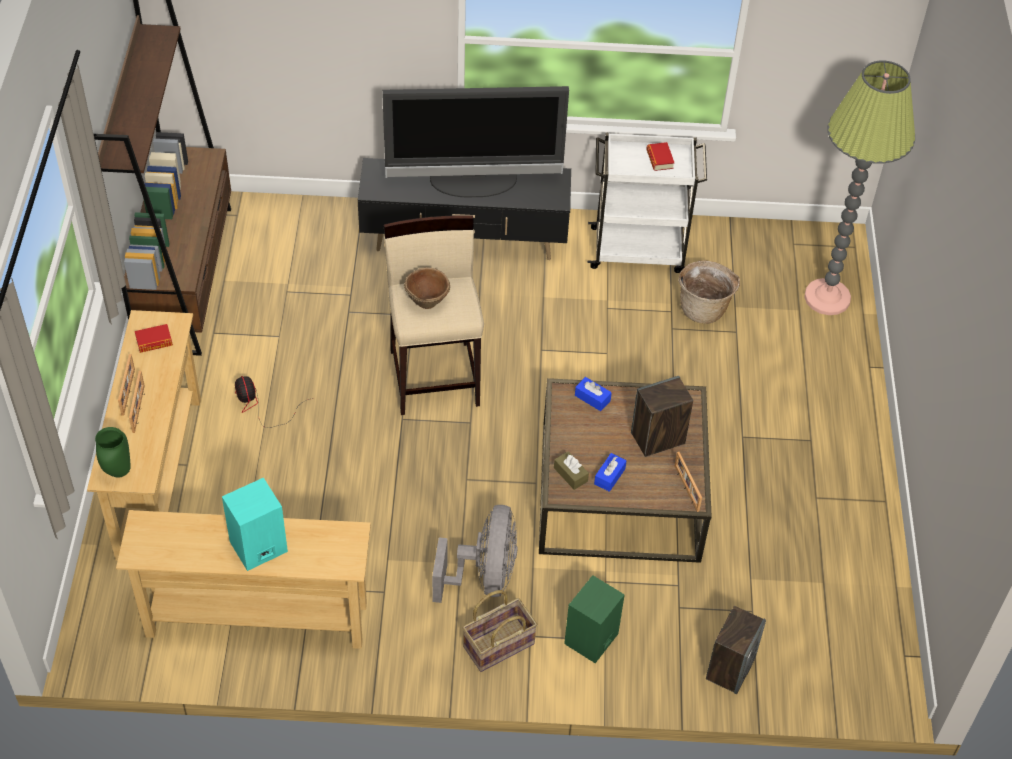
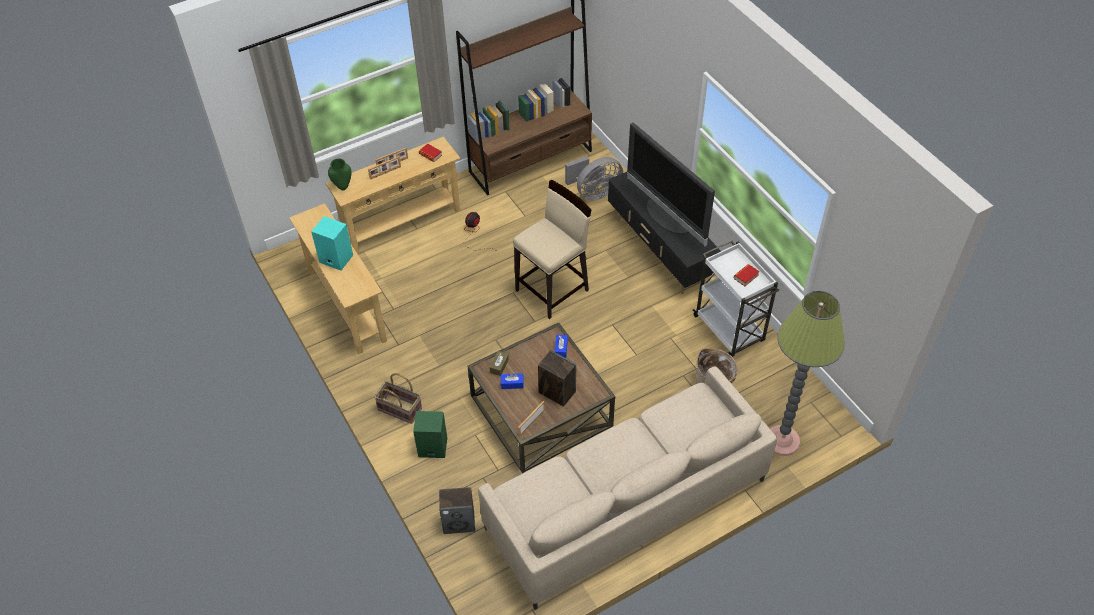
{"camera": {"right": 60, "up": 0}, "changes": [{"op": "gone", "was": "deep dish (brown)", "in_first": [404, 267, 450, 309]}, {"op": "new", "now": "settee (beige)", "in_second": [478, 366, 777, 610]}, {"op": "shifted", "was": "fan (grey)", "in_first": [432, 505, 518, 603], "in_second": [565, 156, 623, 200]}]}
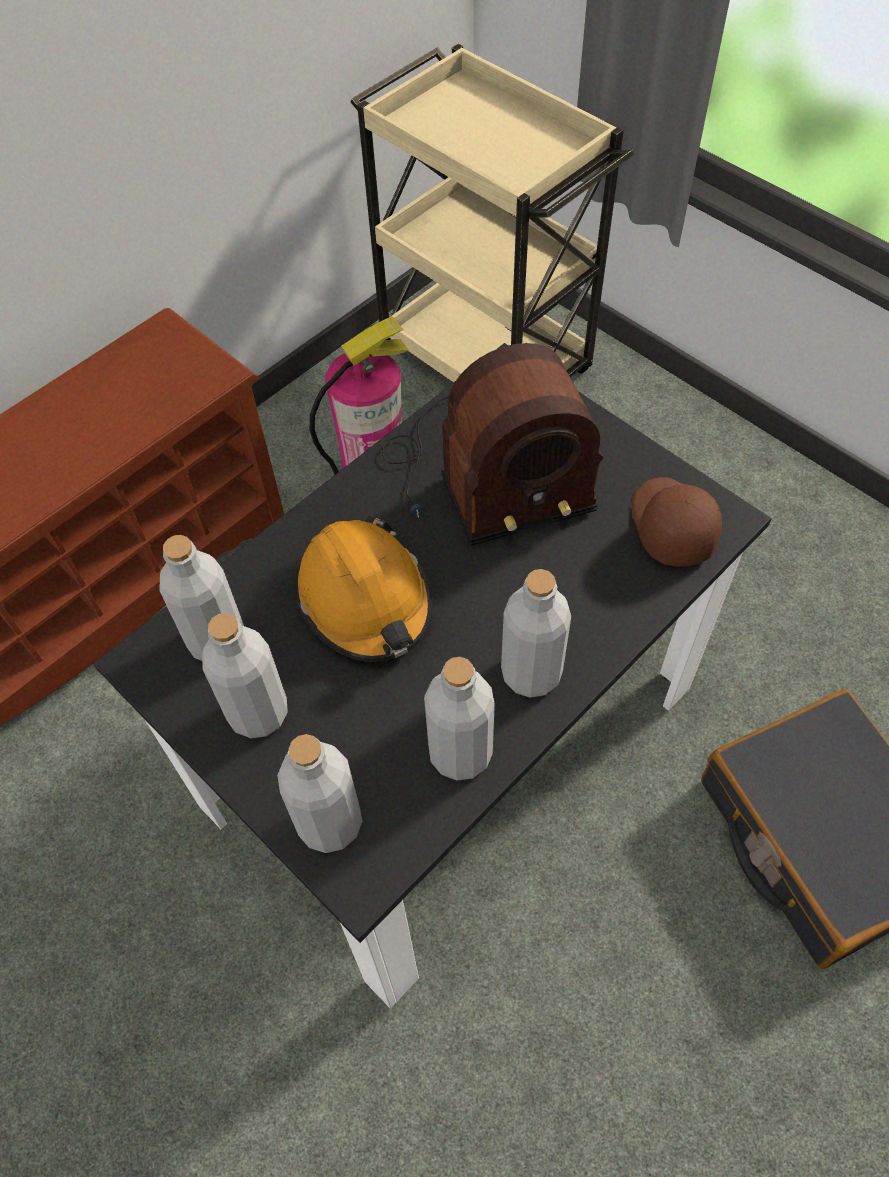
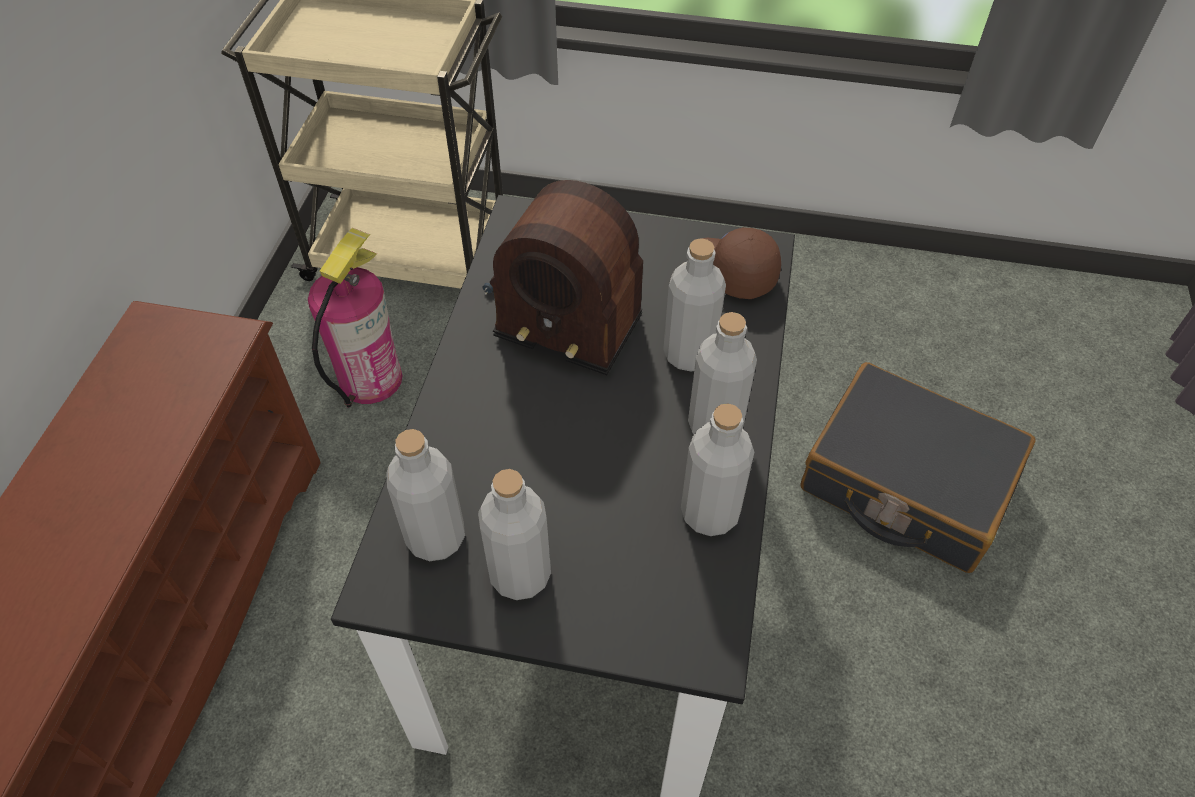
{"camera": {"right": -35, "up": -5}, "changes": [{"op": "gone", "was": "hard hat (orangey)", "in_first": [298, 516, 432, 662]}, {"op": "shifted", "was": "drink bottle (grey)", "in_first": [277, 734, 362, 853], "in_second": [663, 238, 726, 372]}, {"op": "rotated", "was": "radio receiver", "in_first": [382, 343, 603, 546], "in_second": [482, 180, 643, 375], "clockwise": 75}]}
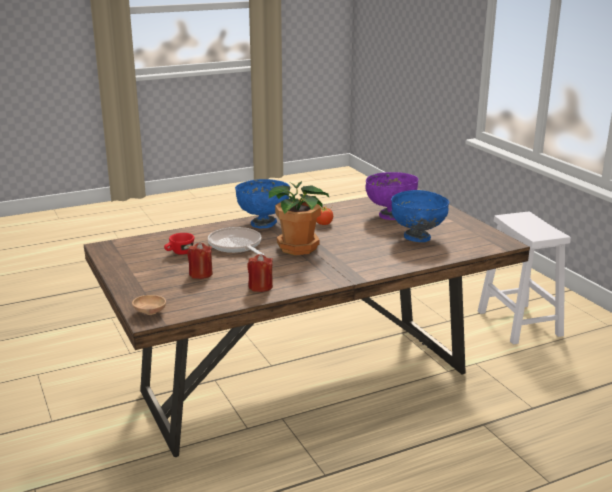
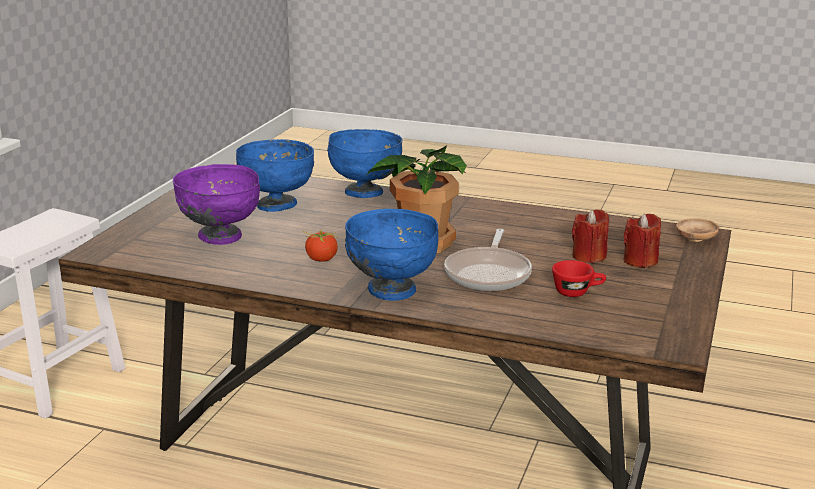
{"camera": {"right": -135, "up": 0}, "changes": [{"op": "new", "now": "deep dish (bluish)", "in_second": [327, 129, 403, 198]}, {"op": "shifted", "was": "candle (reddish)", "in_first": [247, 254, 273, 292], "in_second": [624, 214, 661, 268]}]}
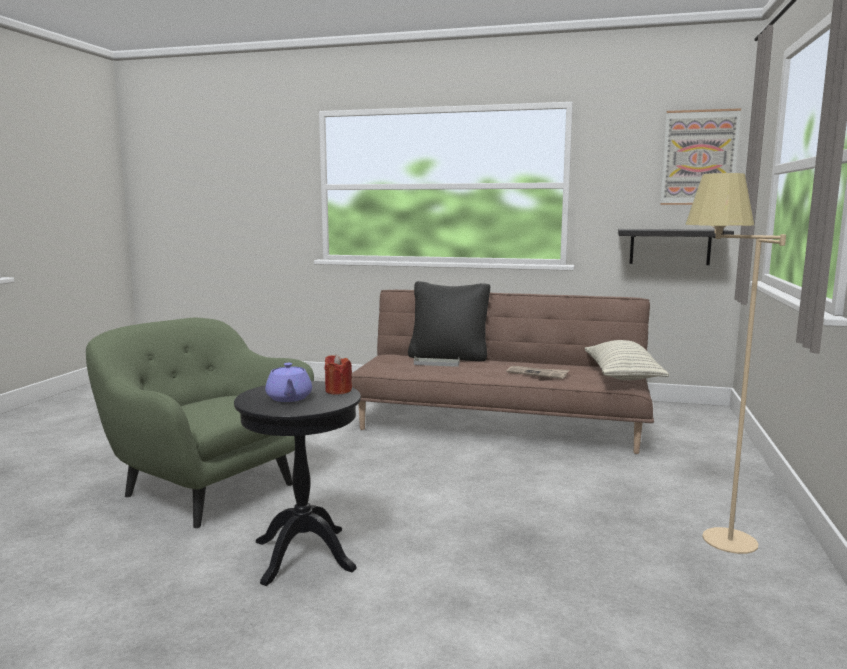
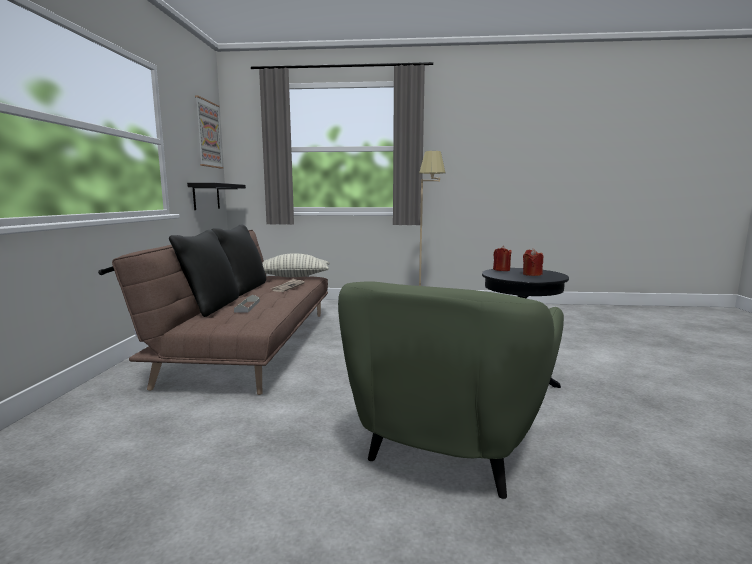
{"camera": {"right": -100, "up": 0}, "changes": [{"op": "new", "now": "throw pillow (black)", "in_second": [212, 225, 266, 296]}, {"op": "swapped", "was": "tea pot (purple-coloured)", "now": "candle (reddish)", "in_first": [265, 363, 312, 402], "in_second": [523, 249, 543, 276]}]}
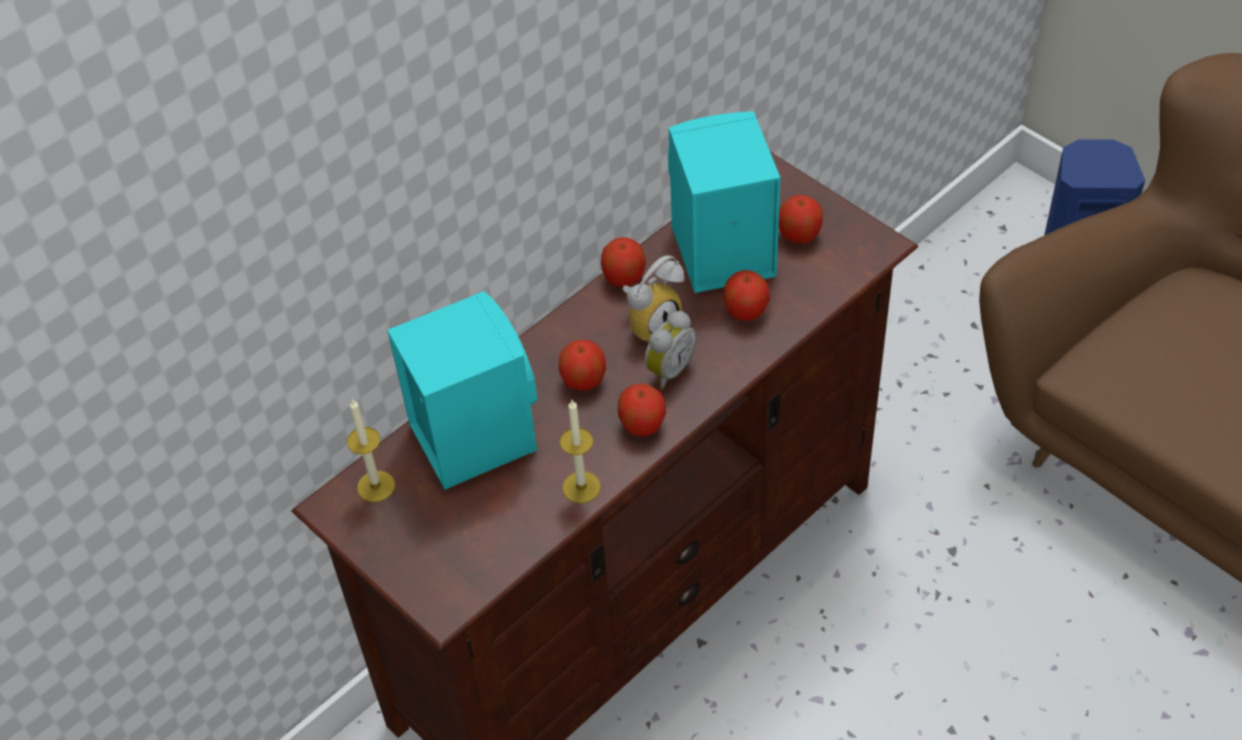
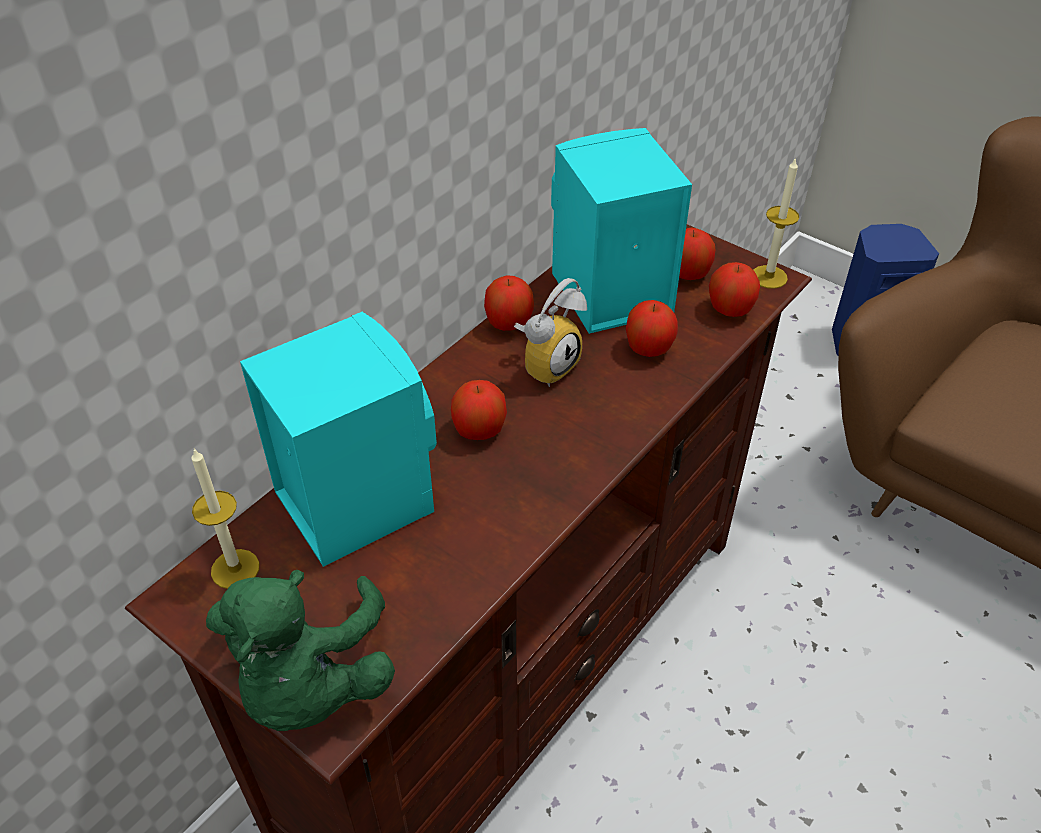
{"camera": {"right": -10, "up": -5}, "changes": [{"op": "gone", "was": "alarm clock", "in_first": [644, 311, 697, 389]}, {"op": "new", "now": "cuddly toy (green)", "in_second": [206, 570, 395, 731]}, {"op": "shifted", "was": "candle", "in_first": [560, 400, 601, 503], "in_second": [753, 157, 799, 289]}, {"op": "shifted", "was": "apple", "in_first": [618, 384, 666, 437], "in_second": [709, 262, 760, 317]}]}
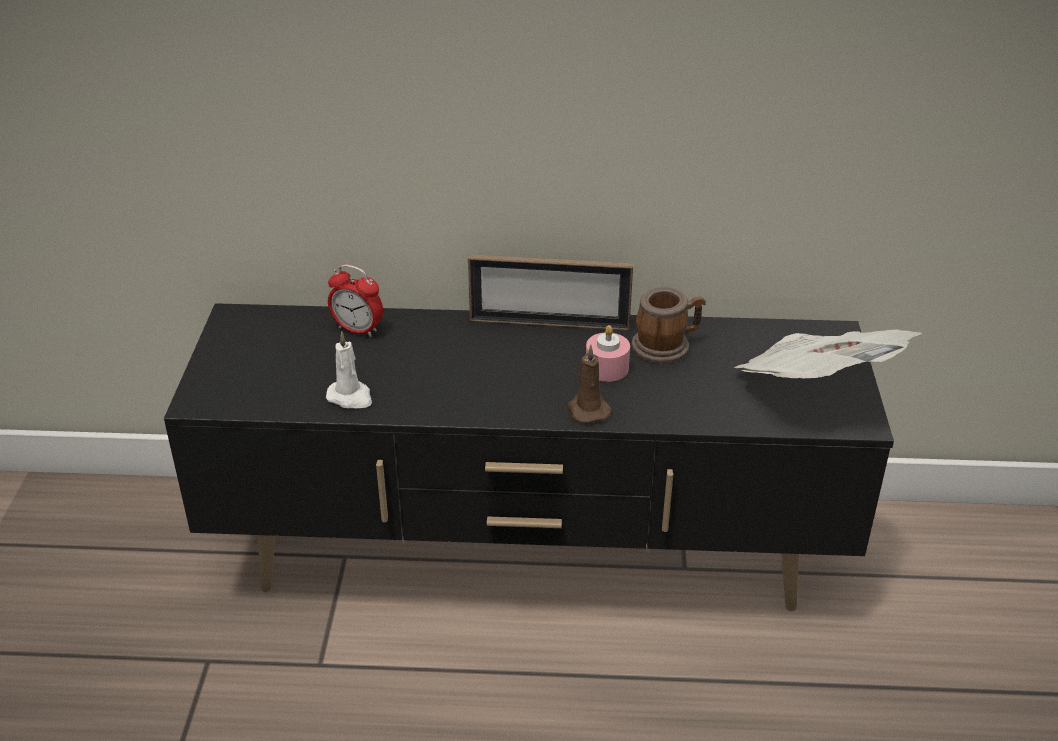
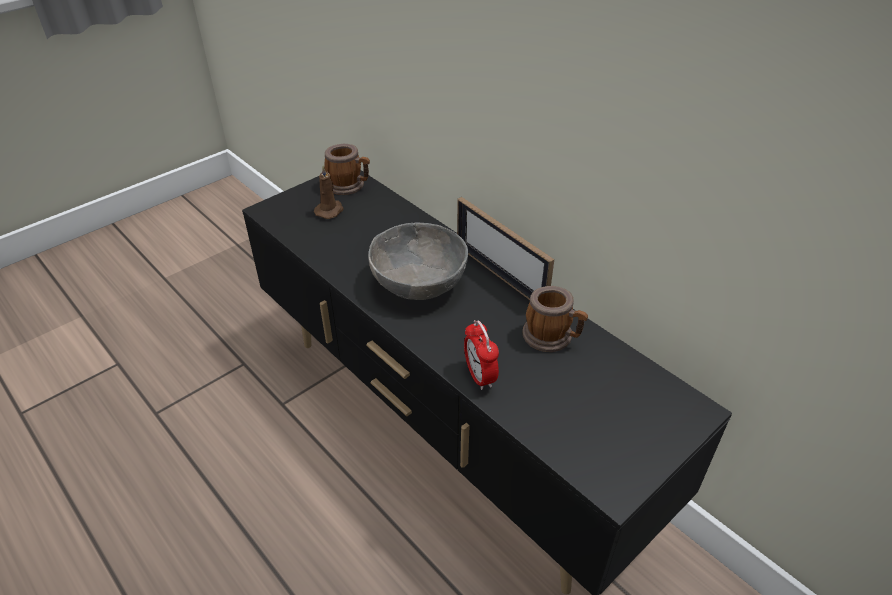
{"camera": {"right": 45, "up": 5}, "changes": [{"op": "gone", "was": "candle (white-coloured)", "in_first": [326, 331, 372, 409]}, {"op": "gone", "was": "candle (pinkish)", "in_first": [586, 325, 630, 382]}, {"op": "gone", "was": "printed paper", "in_first": [734, 329, 922, 378]}, {"op": "new", "now": "tea mug", "in_second": [324, 144, 370, 195]}, {"op": "new", "now": "deep dish (grey)", "in_second": [368, 222, 468, 300]}, {"op": "shifted", "was": "alarm clock", "in_first": [328, 264, 383, 337], "in_second": [464, 320, 499, 390]}, {"op": "shifted", "was": "candle (brown)", "in_first": [568, 345, 611, 424], "in_second": [314, 165, 344, 219]}]}
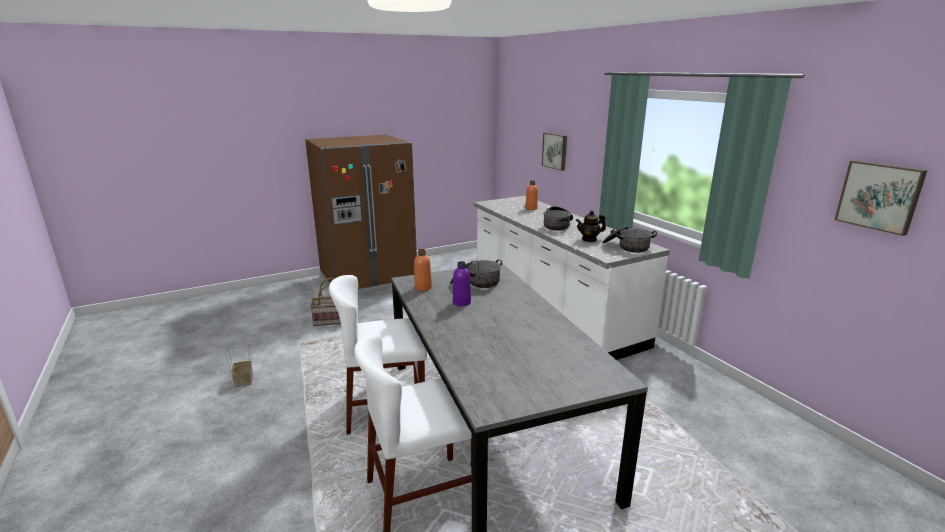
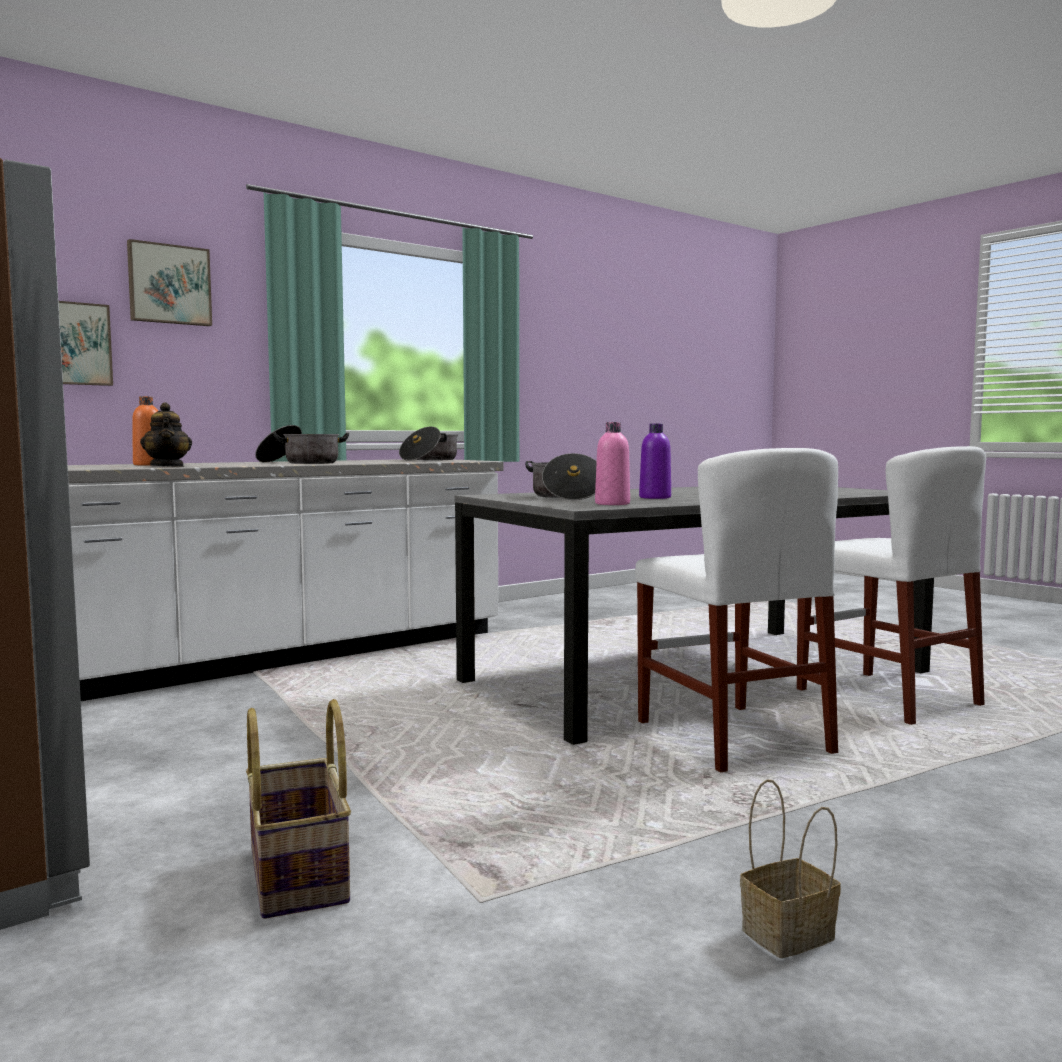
{"camera": {"right": -100, "up": -15}, "changes": [{"op": "shifted", "was": "tea pot", "in_first": [576, 210, 606, 242], "in_second": [140, 402, 192, 467]}, {"op": "shifted", "was": "picture", "in_first": [834, 160, 927, 236], "in_second": [127, 239, 212, 326]}, {"op": "repainted", "was": "drink bottle (orangey)", "now": "drink bottle (pinkish)", "in_first": [414, 249, 432, 291], "in_second": [595, 422, 630, 505]}]}
